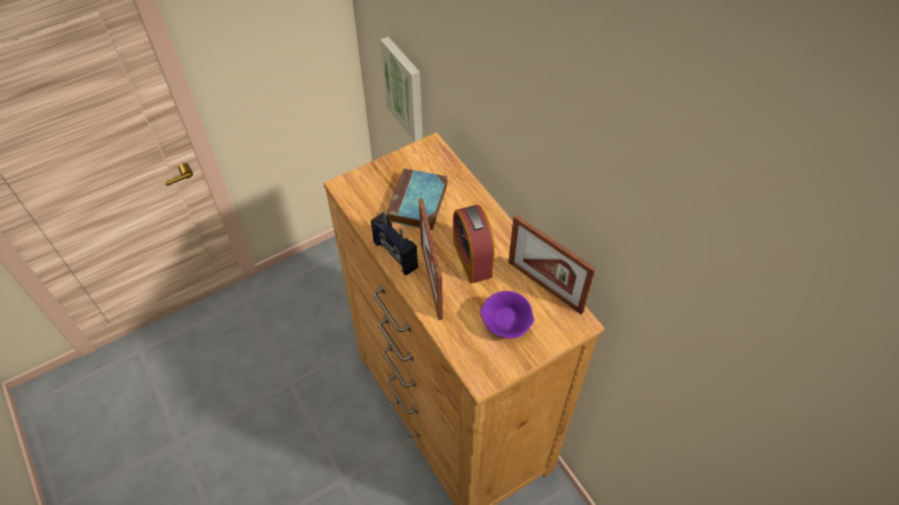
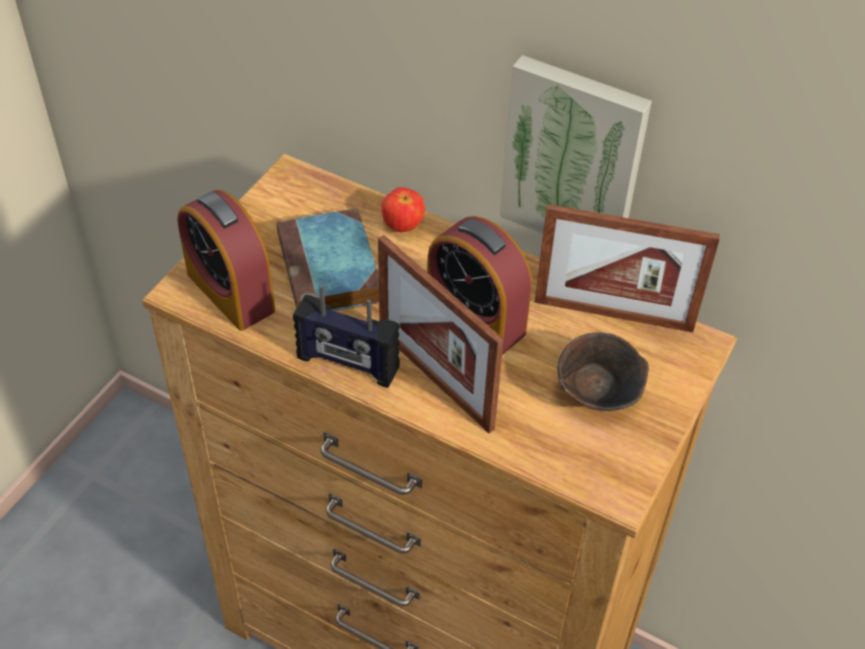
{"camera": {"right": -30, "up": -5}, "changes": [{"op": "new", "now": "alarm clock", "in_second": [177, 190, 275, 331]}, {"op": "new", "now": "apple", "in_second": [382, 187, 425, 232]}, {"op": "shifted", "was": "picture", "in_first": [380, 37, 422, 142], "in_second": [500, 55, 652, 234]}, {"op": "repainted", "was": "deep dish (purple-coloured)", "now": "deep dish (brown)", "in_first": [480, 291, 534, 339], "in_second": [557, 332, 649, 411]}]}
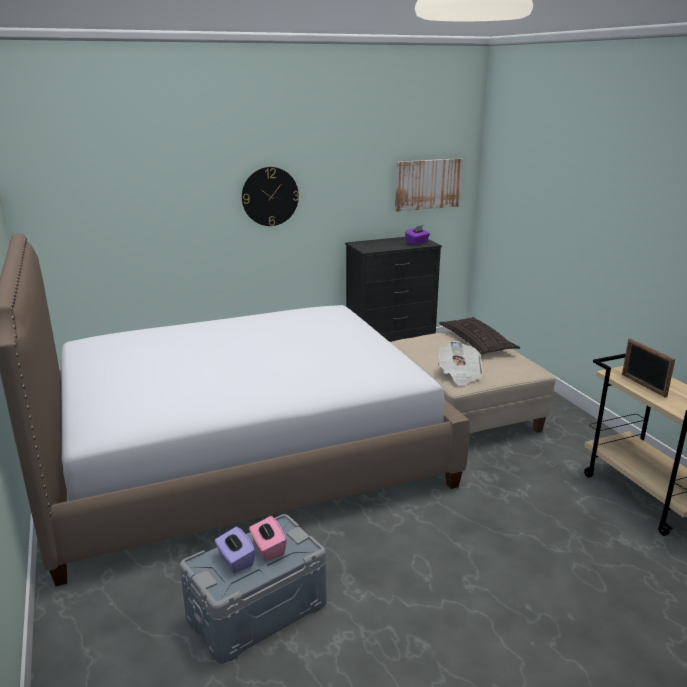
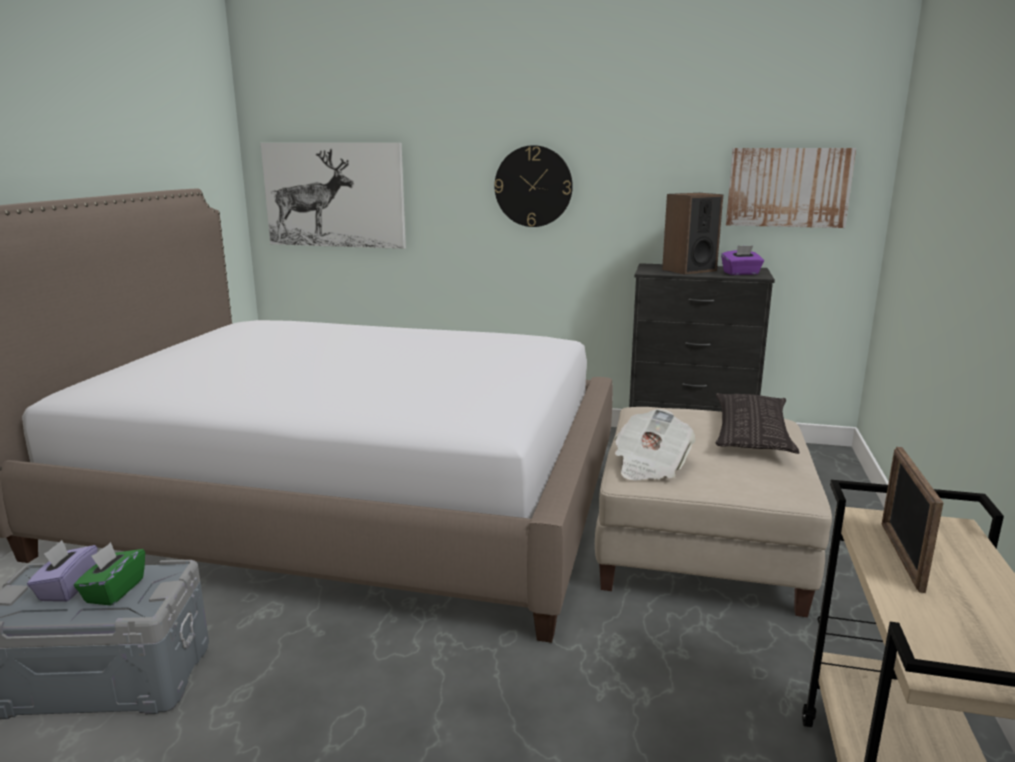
{"camera": {"right": 35, "up": -5}, "changes": [{"op": "new", "now": "picture", "in_second": [261, 143, 406, 249]}, {"op": "new", "now": "loudspeaker", "in_second": [662, 193, 723, 275]}, {"op": "repainted", "was": "tissue holder (pinkish)", "now": "tissue holder (green)", "in_first": [249, 516, 287, 561], "in_second": [74, 542, 145, 606]}]}
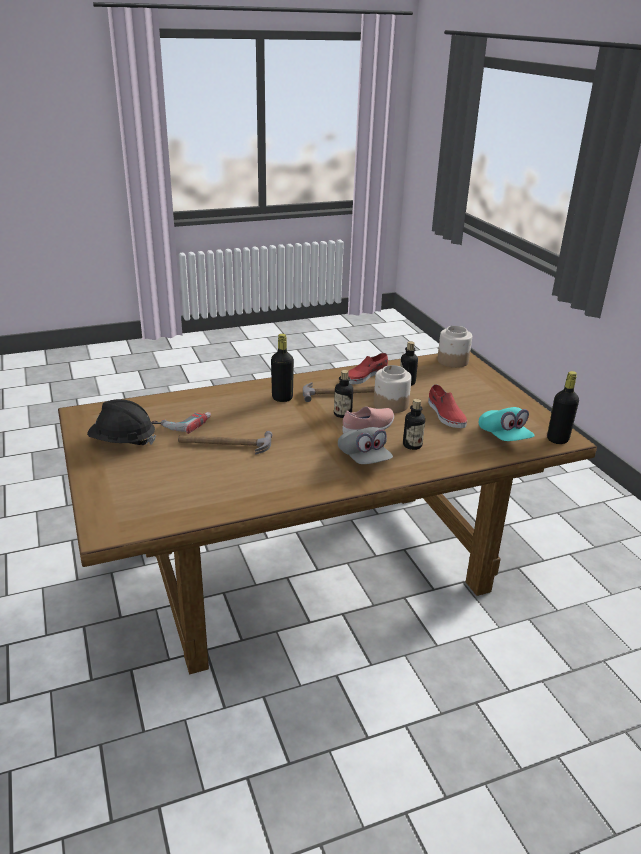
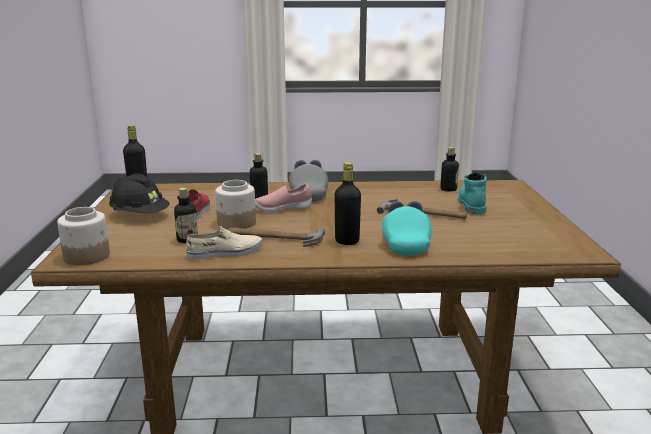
{"camera": {"right": -160, "up": -10}, "changes": [{"op": "gone", "was": "electric drill", "in_first": [151, 412, 211, 434]}, {"op": "new", "now": "high-top boot (turquoise)", "in_second": [458, 172, 487, 215]}, {"op": "shifted", "was": "hard hat (black)", "in_first": [87, 399, 156, 445], "in_second": [109, 174, 169, 213]}, {"op": "shifted", "was": "drink bottle", "in_first": [334, 370, 353, 418], "in_second": [440, 147, 459, 192]}, {"op": "shifted", "was": "peaked cap (turquoise)", "in_first": [479, 407, 535, 441], "in_second": [382, 201, 432, 256]}, {"op": "repainted", "was": "low shoe (reddish)", "now": "low shoe (beige)", "in_first": [348, 353, 388, 384], "in_second": [186, 226, 263, 260]}]}
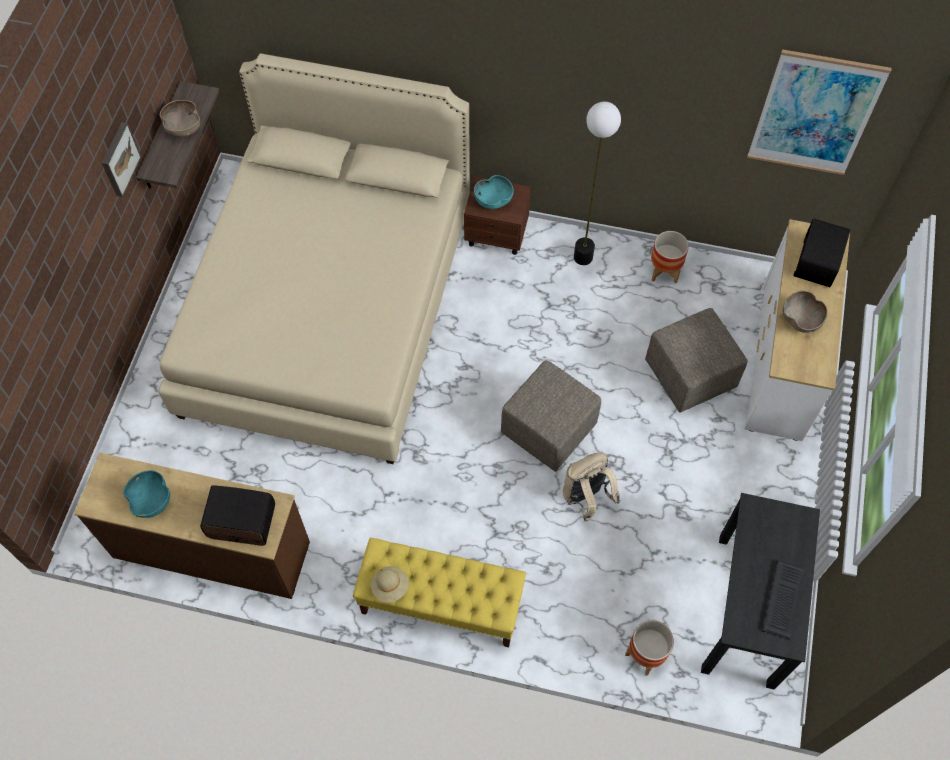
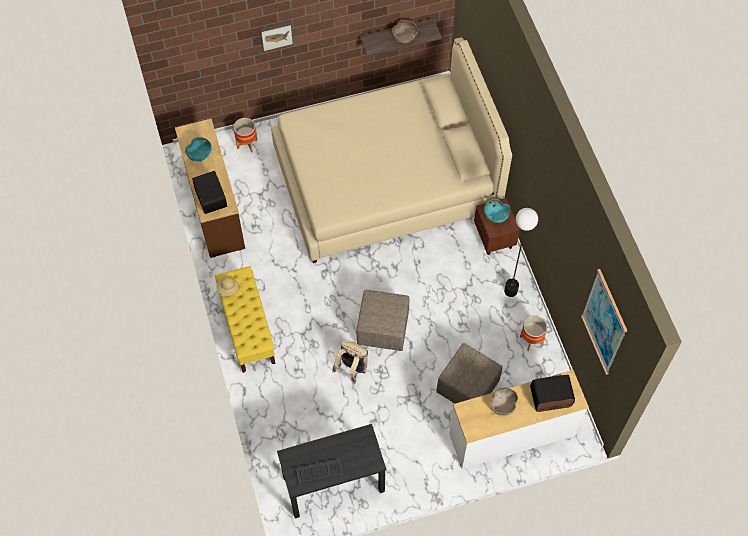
{"camera": {"right": 60, "up": 0}, "changes": [{"op": "shifted", "was": "picture", "in_first": [102, 122, 141, 197], "in_second": [260, 22, 293, 52]}, {"op": "shifted", "was": "flower pot", "in_first": [625, 620, 674, 676], "in_second": [234, 118, 257, 153]}]}
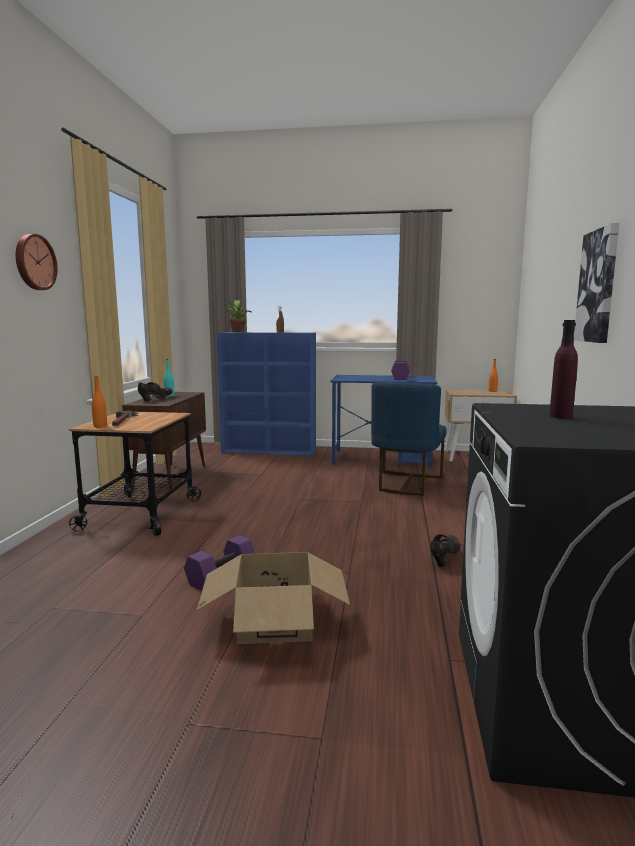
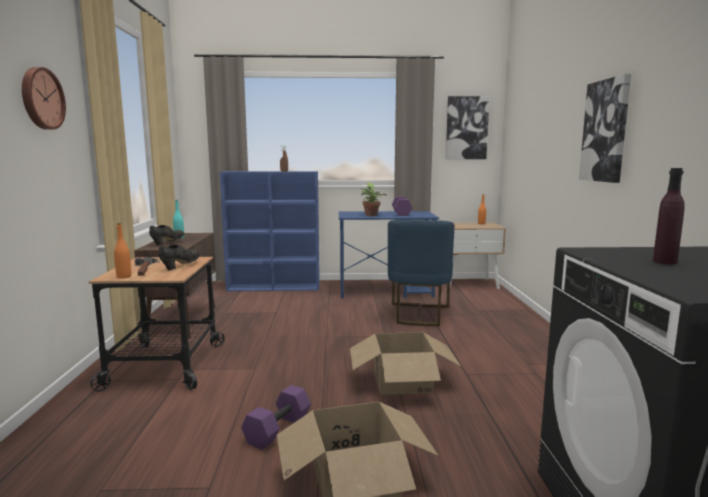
{"camera": {"right": -10, "up": 0}, "changes": [{"op": "new", "now": "carton", "in_second": [350, 332, 461, 395]}, {"op": "new", "now": "picture", "in_second": [446, 96, 490, 159]}, {"op": "shifted", "was": "potted plant", "in_first": [224, 300, 252, 332], "in_second": [361, 182, 387, 216]}, {"op": "shifted", "was": "low shoe (black)", "in_first": [430, 534, 460, 567], "in_second": [158, 244, 200, 271]}]}
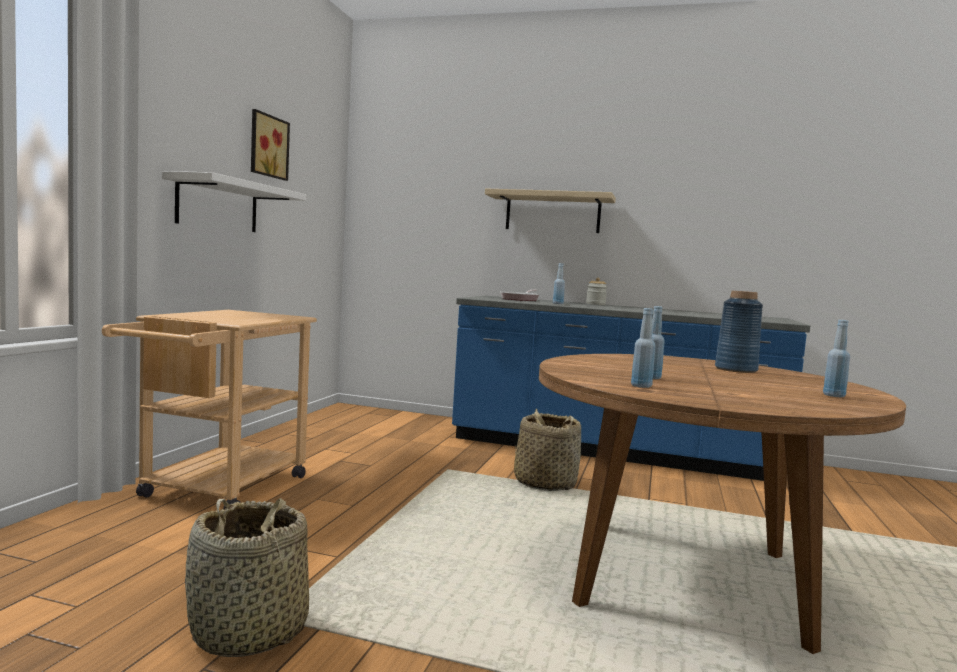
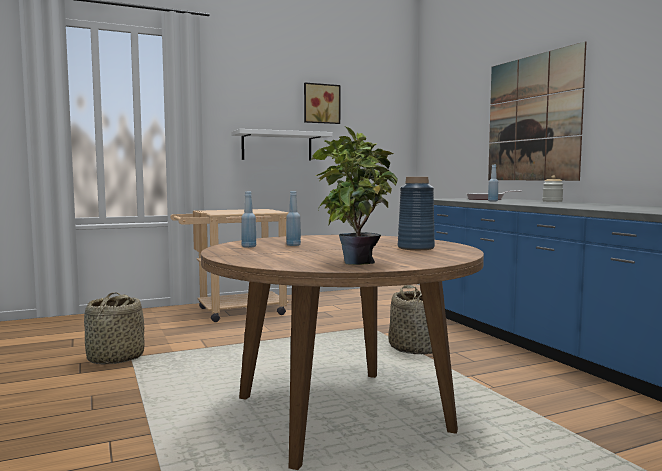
{"camera": {"right": 50, "up": 0}, "changes": [{"op": "swapped", "was": "wall shelf (beige)", "now": "picture", "in_first": [485, 188, 616, 233], "in_second": [488, 41, 586, 181]}, {"op": "swapped", "was": "drink bottle (bluish)", "now": "potted plant", "in_first": [823, 320, 850, 397], "in_second": [311, 126, 398, 265]}]}
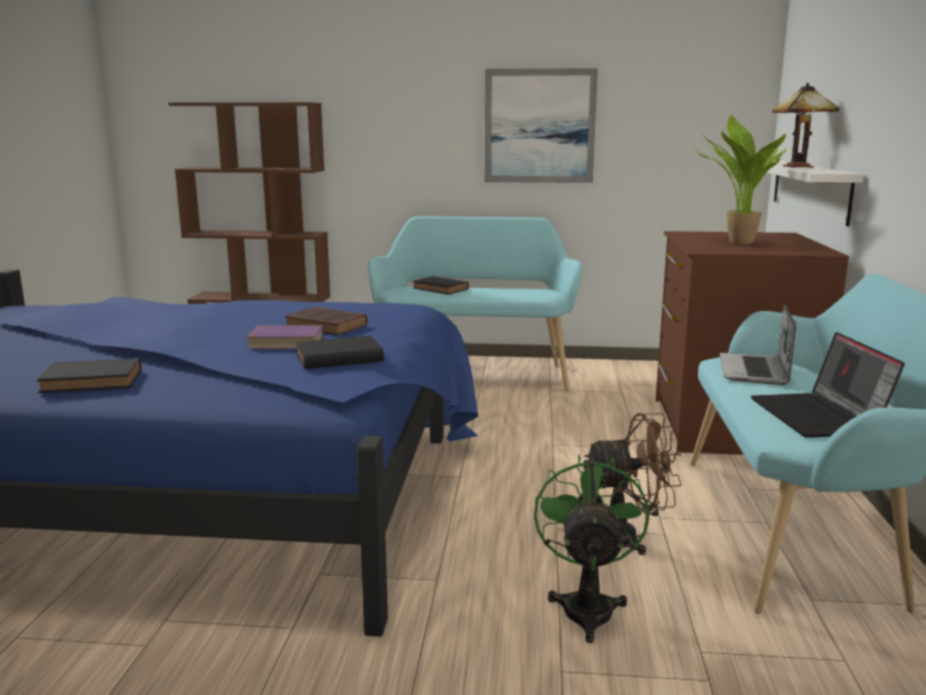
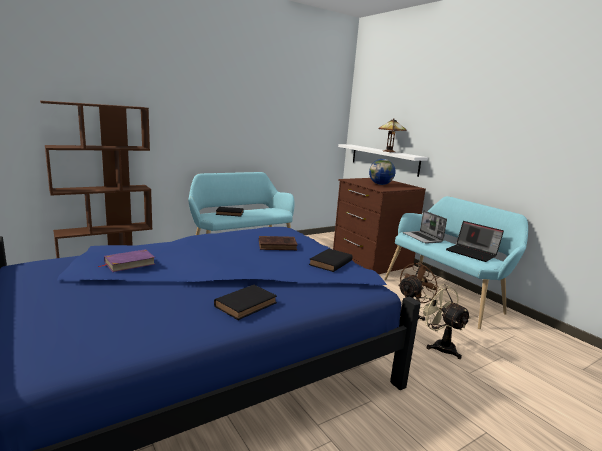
{"camera": {"right": -40, "up": 0}, "changes": [{"op": "gone", "was": "picture", "in_first": [485, 68, 598, 183]}, {"op": "shifted", "was": "volume (purple-coloured)", "in_first": [243, 325, 324, 349], "in_second": [99, 249, 155, 272]}, {"op": "swapped", "was": "potted plant", "now": "world globe", "in_first": [695, 115, 787, 245], "in_second": [369, 159, 396, 185]}, {"op": "repainted", "was": "fan (green)", "now": "fan (beige)", "in_first": [534, 454, 649, 643], "in_second": [419, 284, 471, 359]}]}
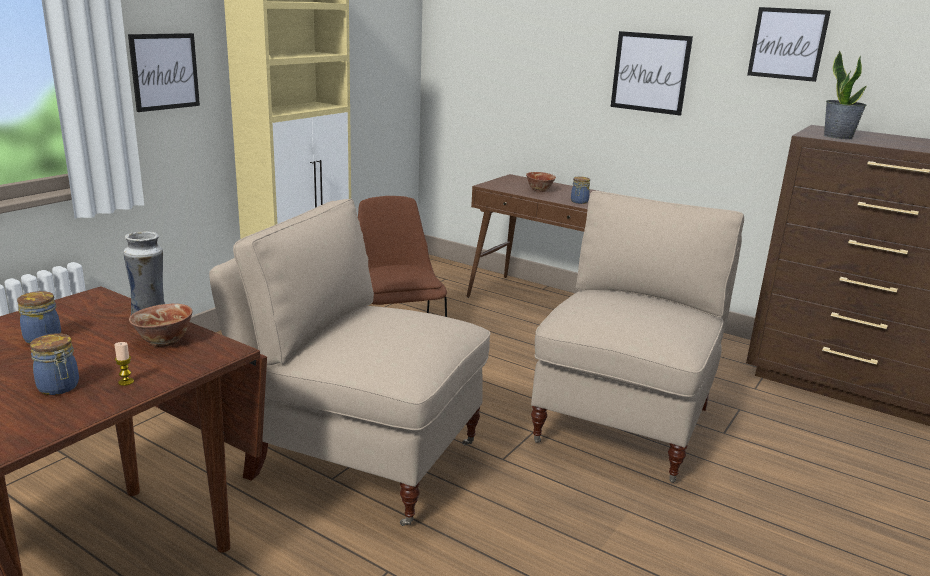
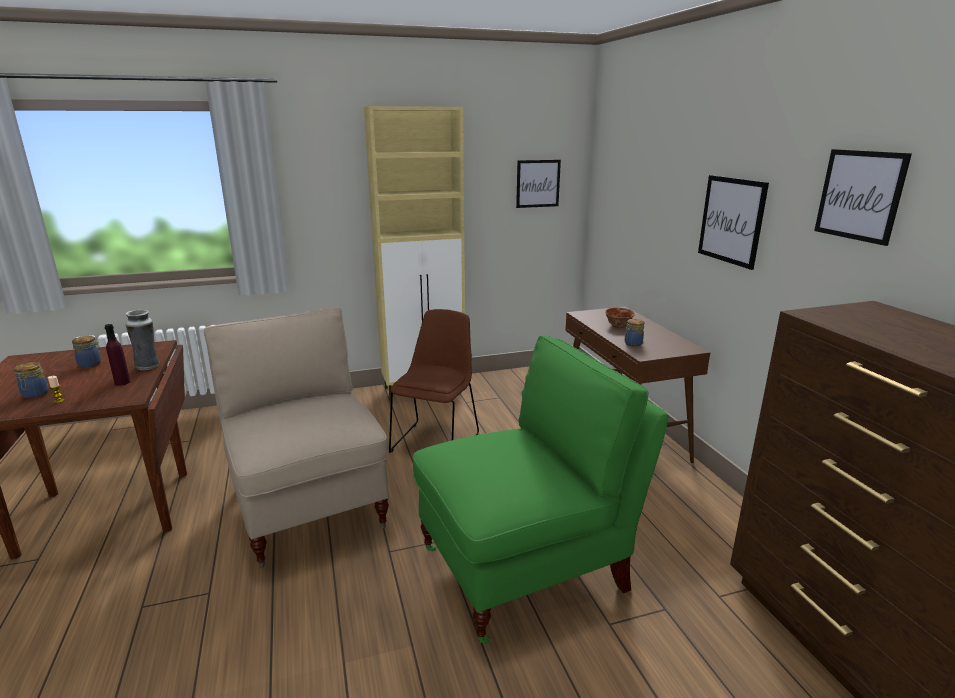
{"camera": {"right": 40, "up": 0}, "changes": [{"op": "gone", "was": "potted plant", "in_first": [824, 50, 867, 139]}, {"op": "shifted", "was": "picture", "in_first": [128, 33, 200, 112], "in_second": [516, 160, 561, 208]}, {"op": "swapped", "was": "deep dish", "now": "drink bottle (purple-coloured)", "in_first": [129, 303, 193, 347], "in_second": [104, 324, 130, 386]}, {"op": "repainted", "was": "upright chair (beige)", "now": "upright chair (green)", "in_first": [531, 191, 744, 483], "in_second": [413, 336, 668, 644]}]}
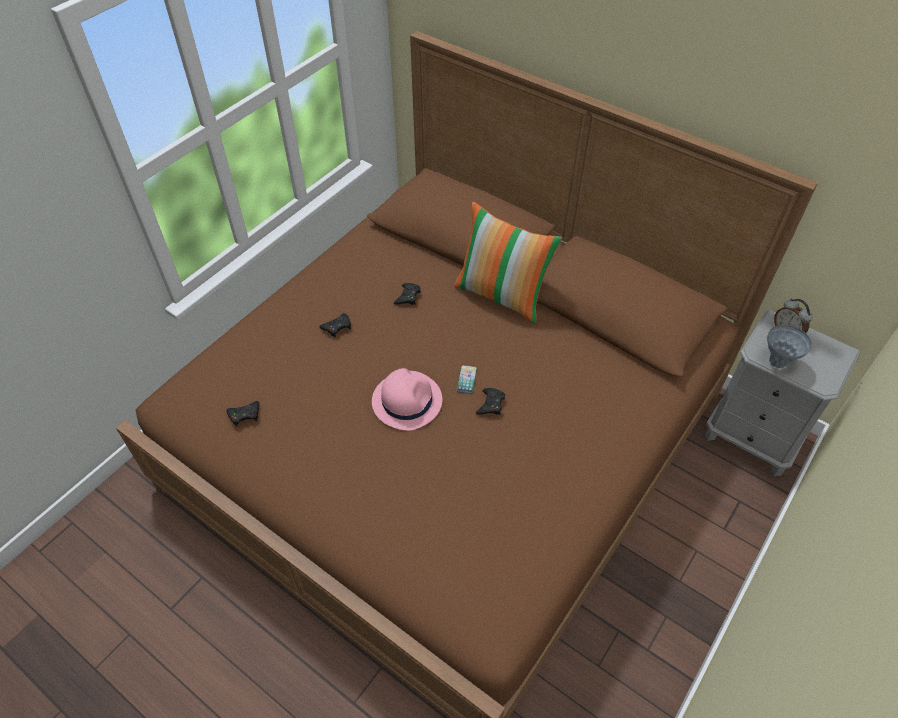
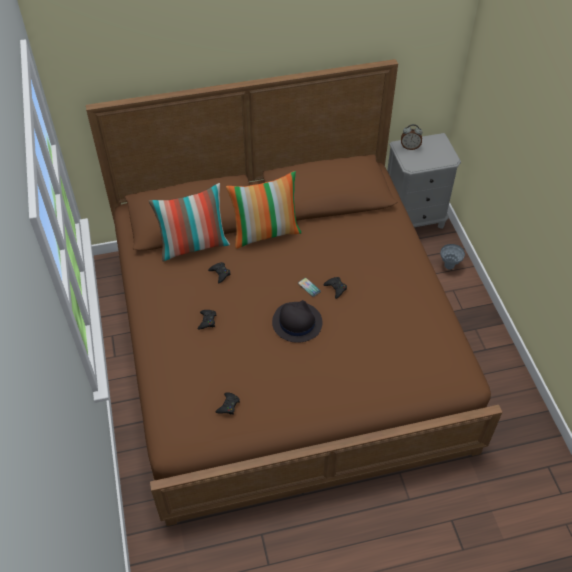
{"camera": {"right": -50, "up": 0}, "changes": [{"op": "new", "now": "throw pillow", "in_second": [149, 183, 230, 261]}, {"op": "shifted", "was": "decorative vase (grey)", "in_first": [767, 325, 812, 368], "in_second": [440, 244, 465, 270]}, {"op": "repainted", "was": "hat (pinkish)", "now": "hat (black)", "in_first": [372, 368, 442, 431], "in_second": [272, 300, 323, 343]}]}
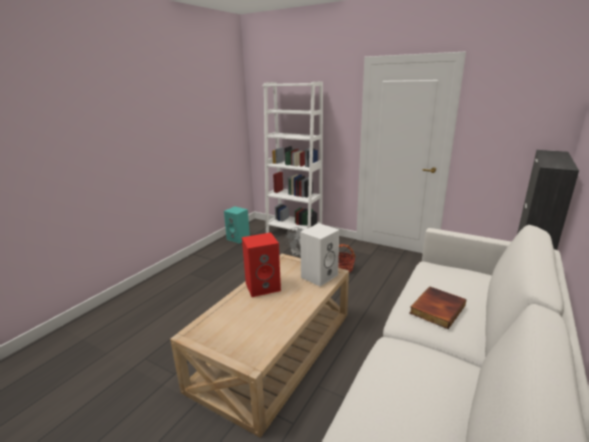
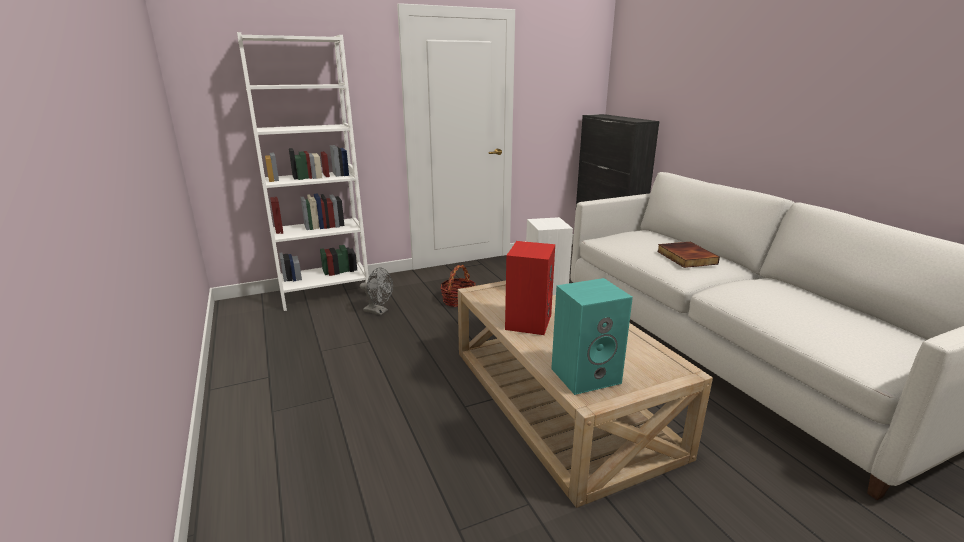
{"camera": {"right": -55, "up": 0}, "changes": [{"op": "shifted", "was": "loudspeaker (turquoise)", "in_first": [224, 206, 250, 244], "in_second": [551, 278, 633, 395]}]}
